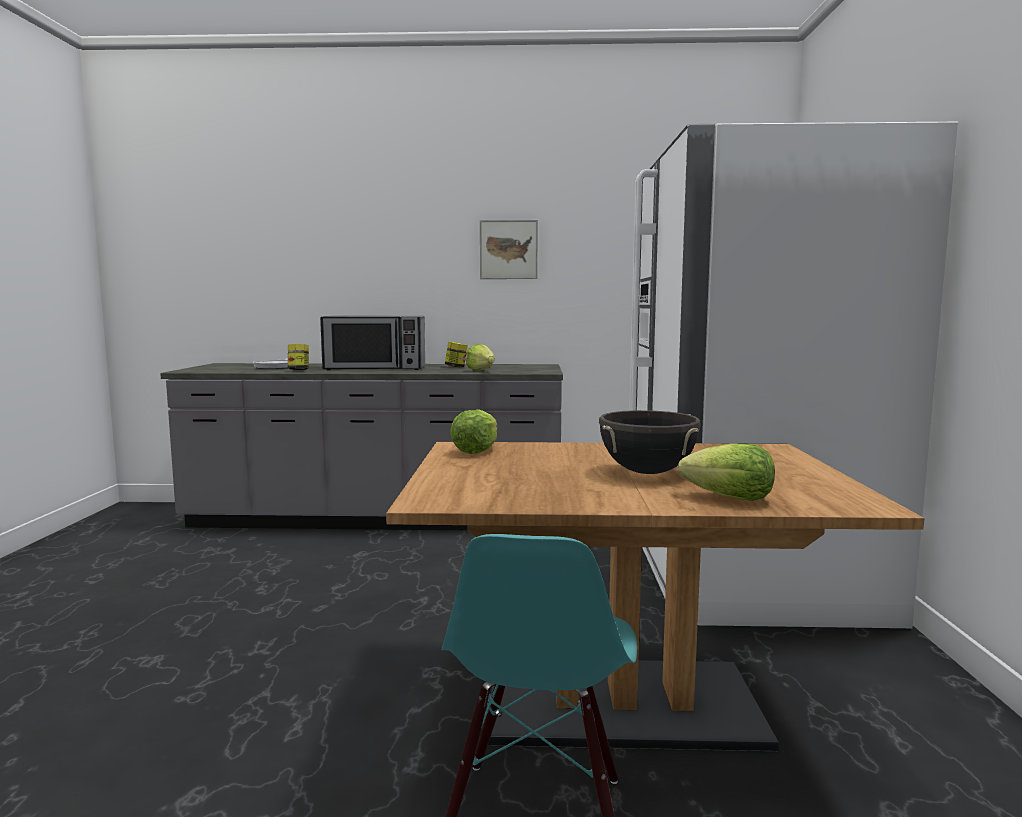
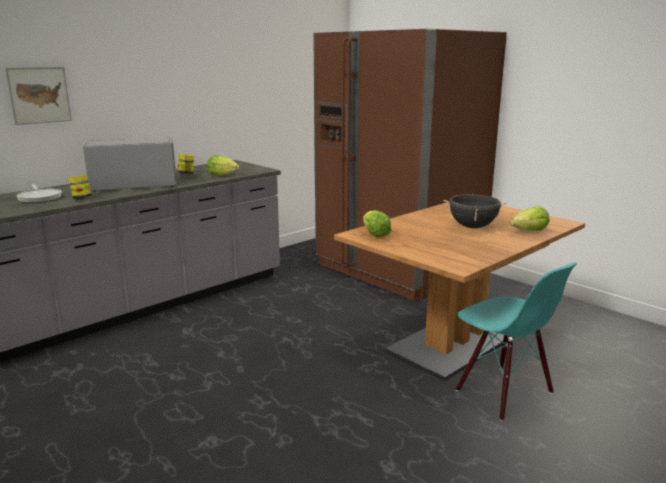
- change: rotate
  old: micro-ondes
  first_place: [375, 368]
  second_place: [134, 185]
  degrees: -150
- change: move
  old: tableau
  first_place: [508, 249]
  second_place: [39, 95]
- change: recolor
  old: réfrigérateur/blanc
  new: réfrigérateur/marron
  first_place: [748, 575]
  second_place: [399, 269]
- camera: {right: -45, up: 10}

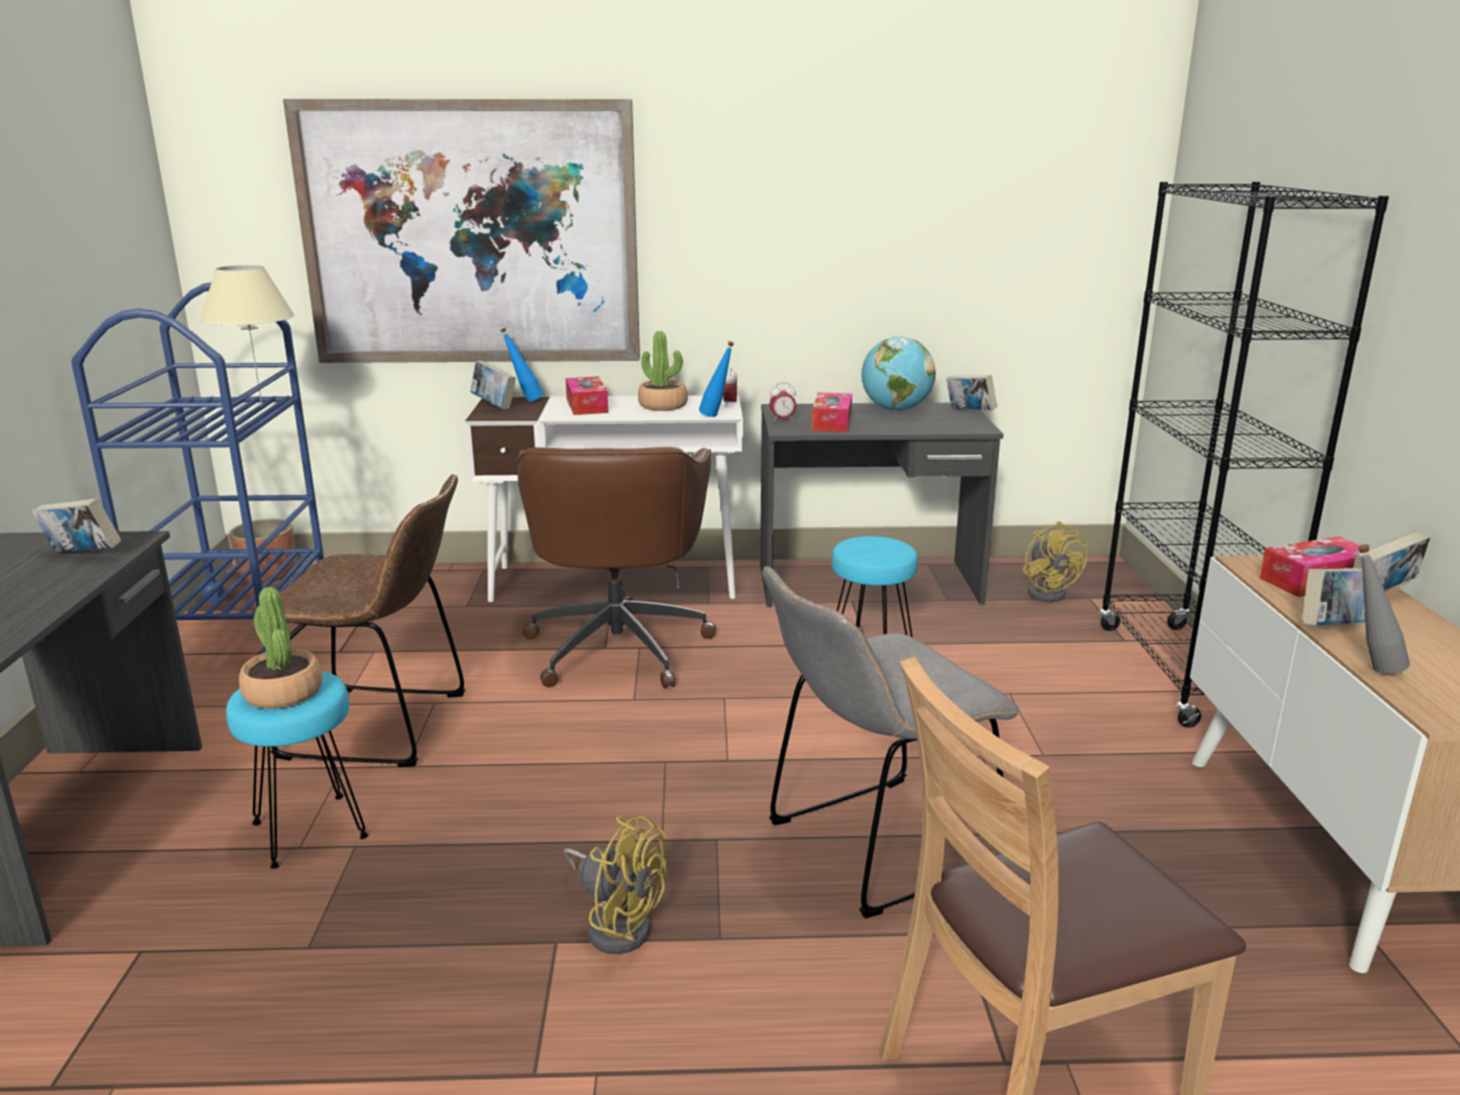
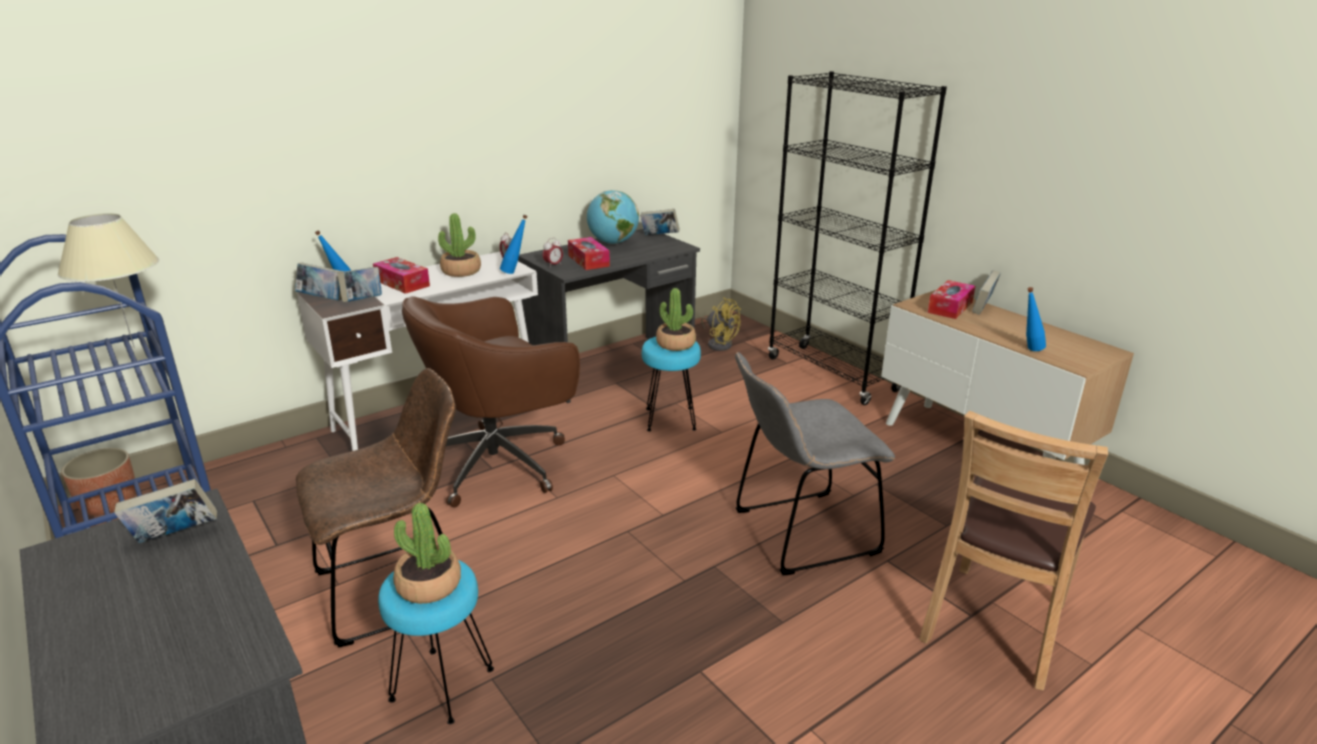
- change: delete
  old: tableau
  first_place: [472, 234]
- change: rotate
  old: chaise de bureau/marron
  first_place: [618, 645]
  second_place: [500, 463]
  degrees: 90
- change: delete
  old: ventilateur/jaune
  first_place: [617, 923]
- change: rotate
  old: chaise/gris
  first_place: [873, 848]
  second_place: [798, 534]
  degrees: 45
- change: move
  old: livre
  first_place: [1331, 627]
  second_place: [363, 301]
- change: recolor
  old: bouteille/gris
  new: bouteille/bleu
  first_place: [1368, 669]
  second_place: [1028, 350]
- change: insert
  new: plante en pot
  second_place: [676, 344]
- camera: {right: -35, up: 5}

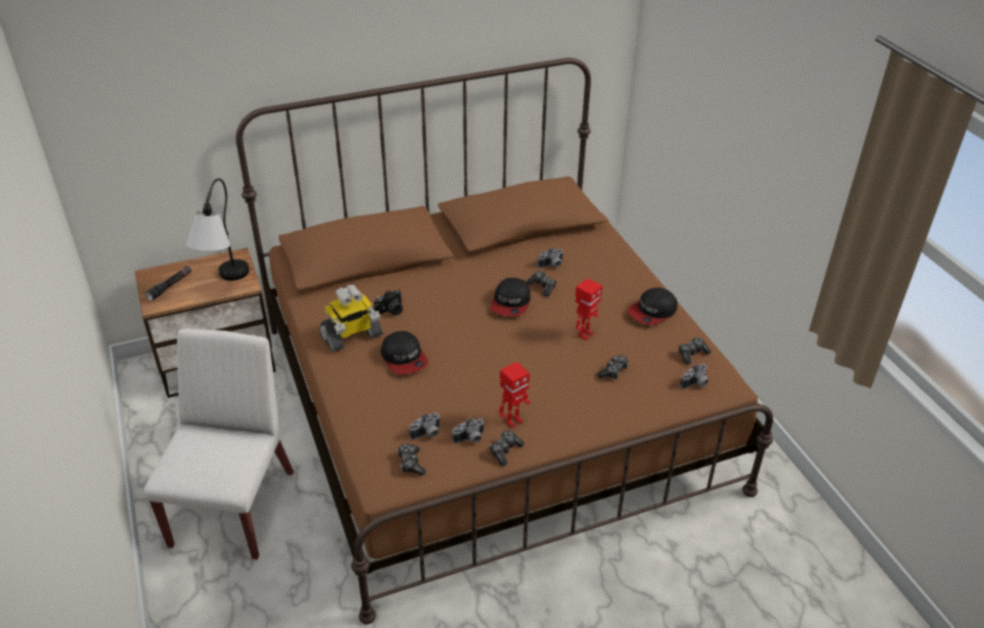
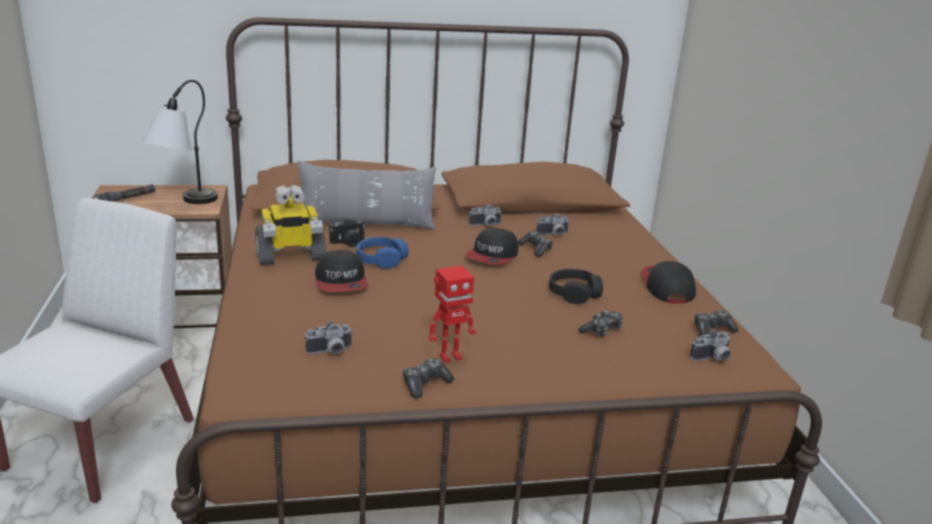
- change: delete
  old: manette
  first_place: [411, 463]
- change: move
  old: appareil photo
  first_place: [470, 439]
  second_place: [486, 225]
- change: replace
  old: robot jouet
  new: casque audio/noir
  first_place: [585, 334]
  second_place: [574, 293]
- change: rotate
  old: casquette
  first_place: [652, 312]
  second_place: [667, 287]
  degrees: 120
- change: insert
  new: coussin/gris
  second_place: [366, 224]
- change: insert
  new: casque audio/bleu
  second_place: [381, 259]
- camera: {right: 10, up: -15}

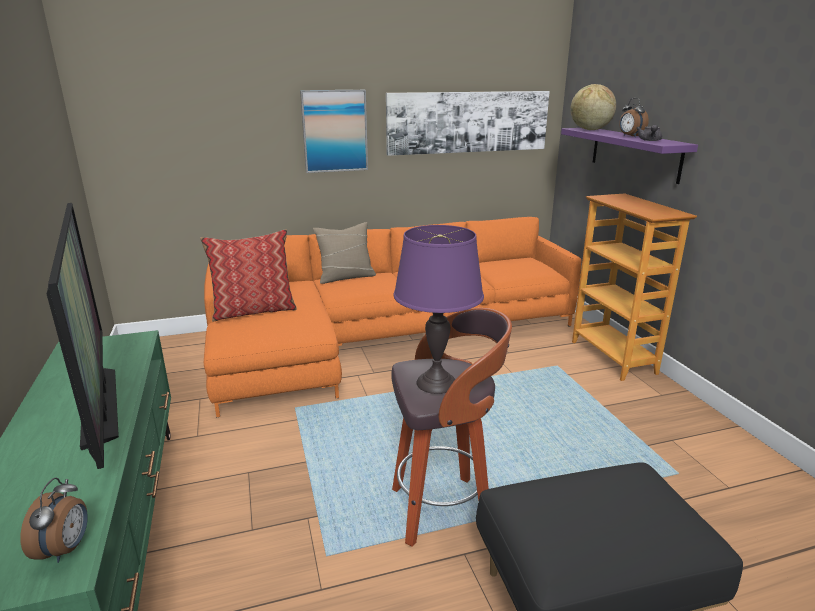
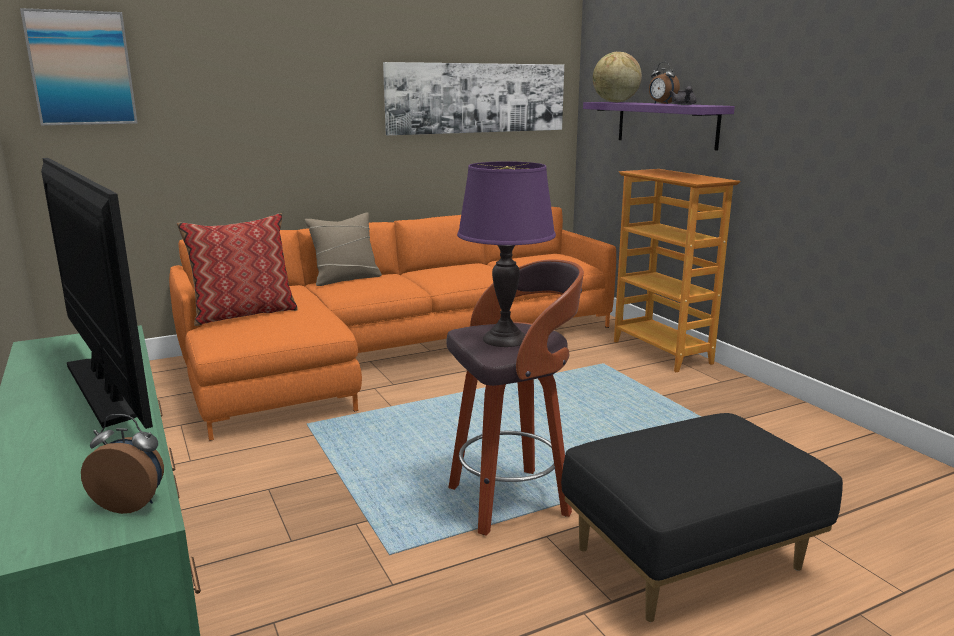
- change: rotate
  old: réveil
  first_place: [66, 549]
  second_place: [132, 503]
  degrees: -75
- change: move
  old: tableau
  first_place: [334, 131]
  second_place: [81, 68]
- camera: {right: -10, up: -5}

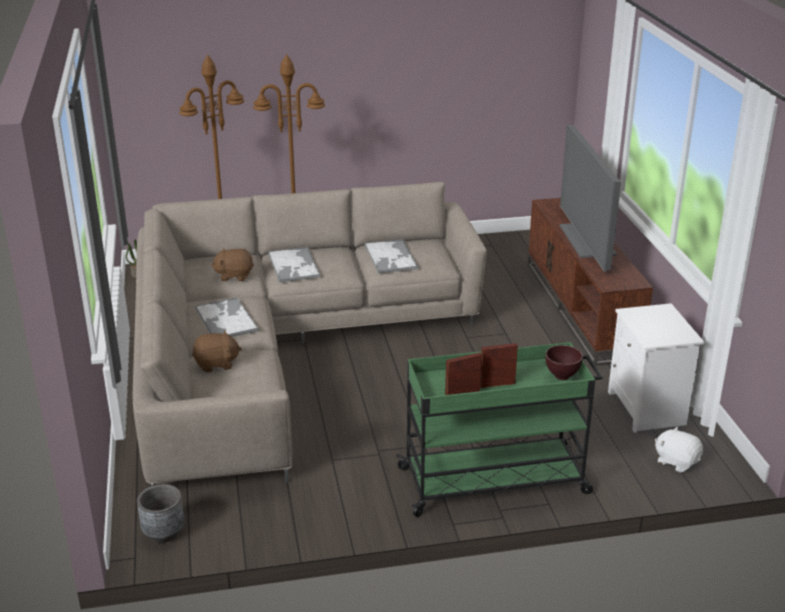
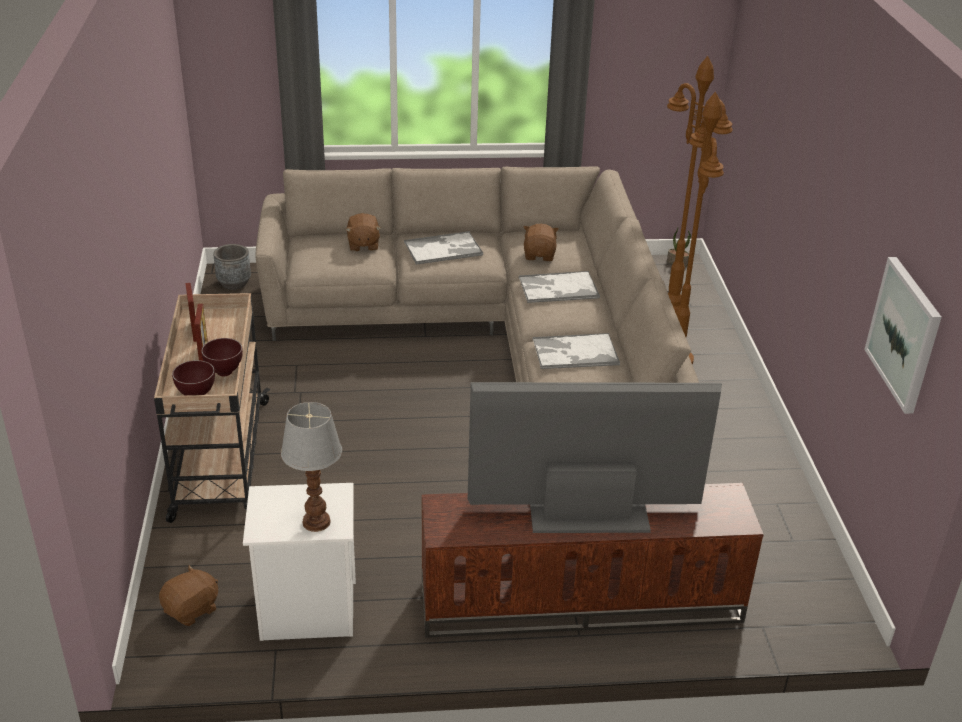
- change: recolor
  old: chariot/vert
  new: chariot/beige
  first_place: [495, 481]
  second_place: [220, 460]
- change: recolor
  old: peluche/blanc
  new: peluche/marron
  first_place: [676, 461]
  second_place: [192, 610]
- change: insert
  new: bol/marron
  second_place: [225, 373]
- change: insert
  new: lampe de table
  second_place: [315, 521]
- change: insert
  new: tableau
  second_place: [904, 334]
- camera: {right: 95, up: 5}

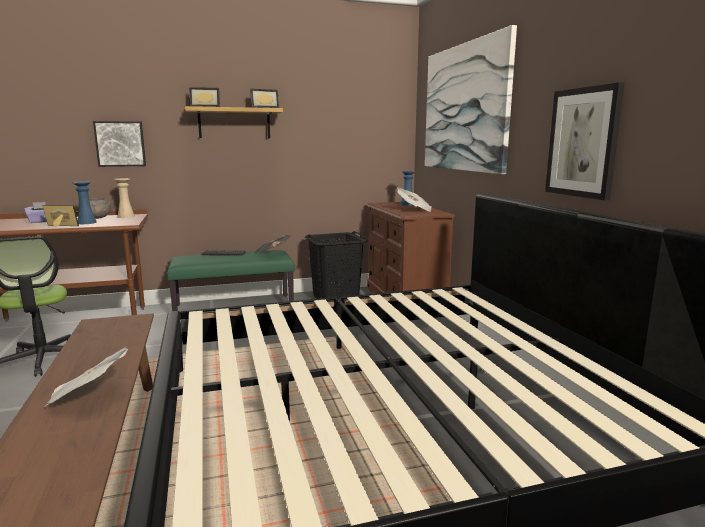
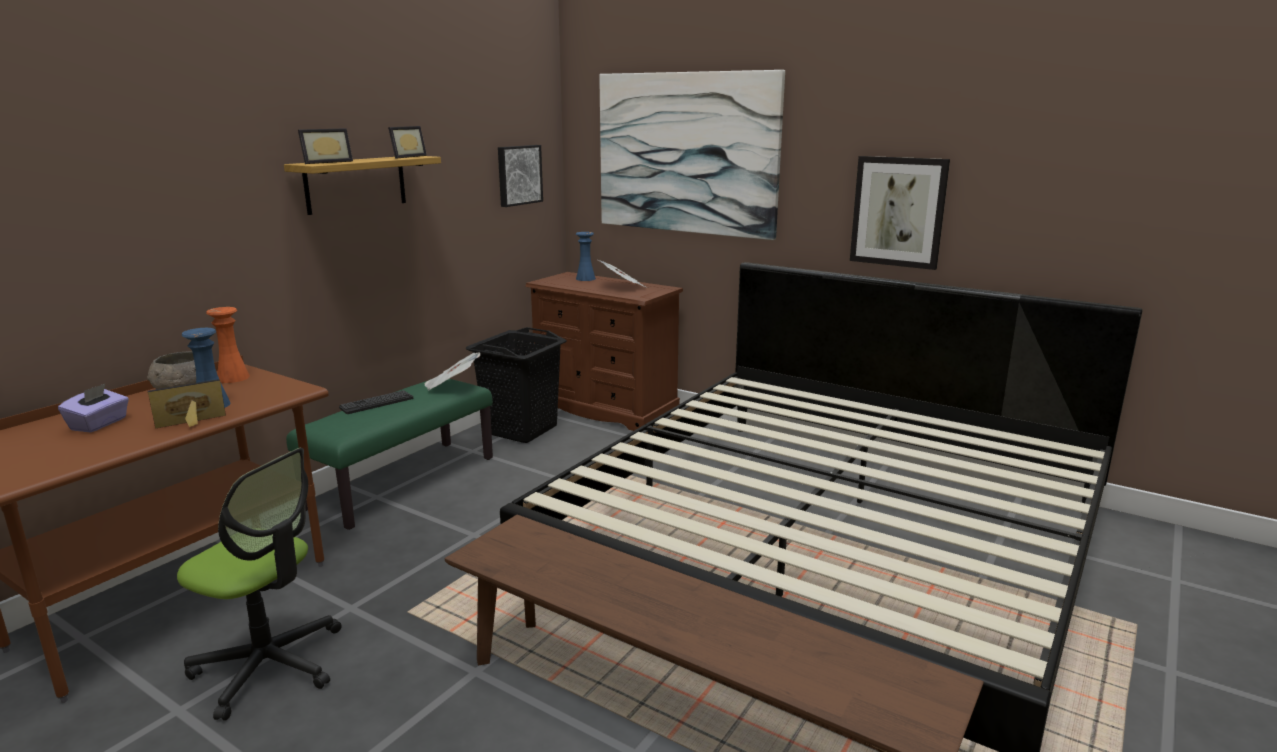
- change: delete
  old: journal
  first_place: [88, 395]
- change: move
  old: tableau
  first_place: [120, 144]
  second_place: [518, 175]
- change: recolor
  old: vase/beige
  new: vase/orange
  first_place: [126, 216]
  second_place: [233, 378]
- camera: {right: -40, up: 5}

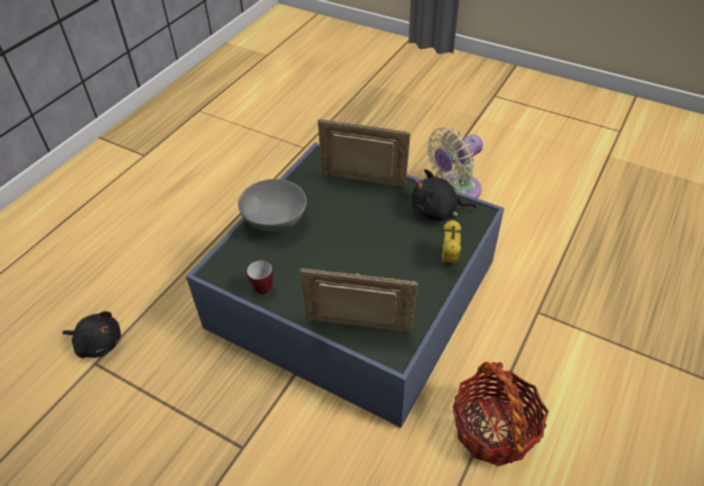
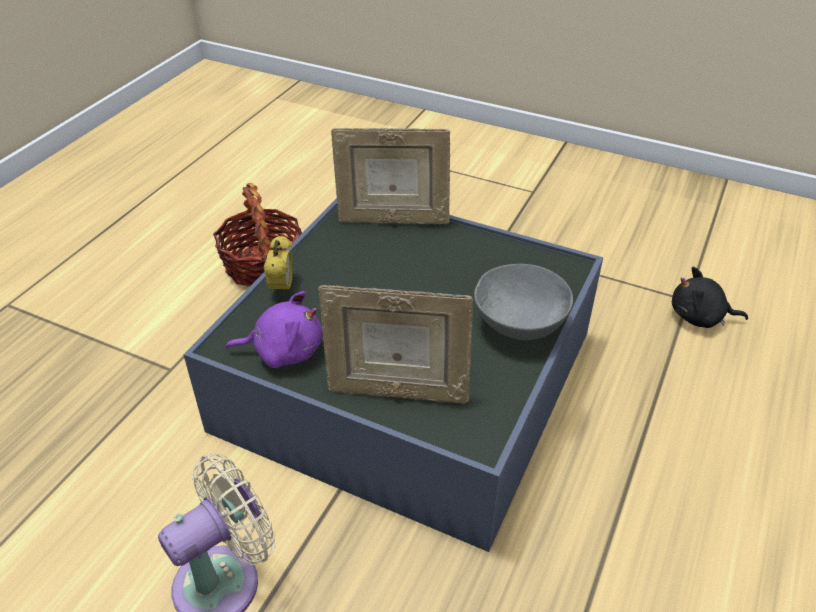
- change: delete
  old: mug
  first_place: [260, 287]
- change: recolor
  old: peluche/noir
  new: peluche/violet
  first_place: [437, 211]
  second_place: [284, 350]
- camera: {right: 175, up: -5}

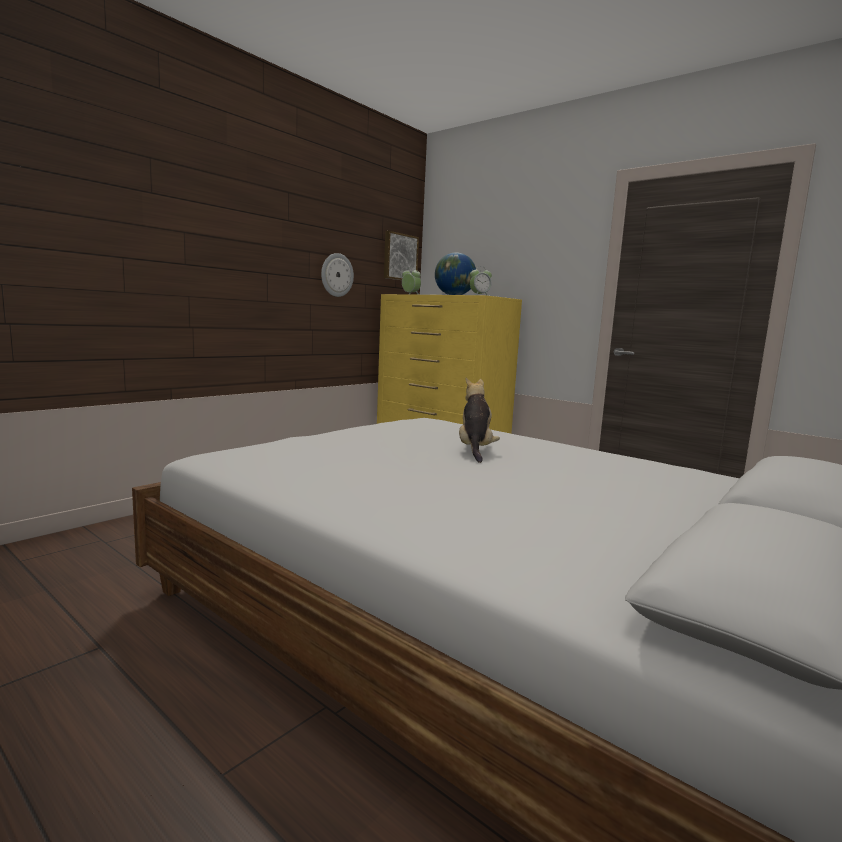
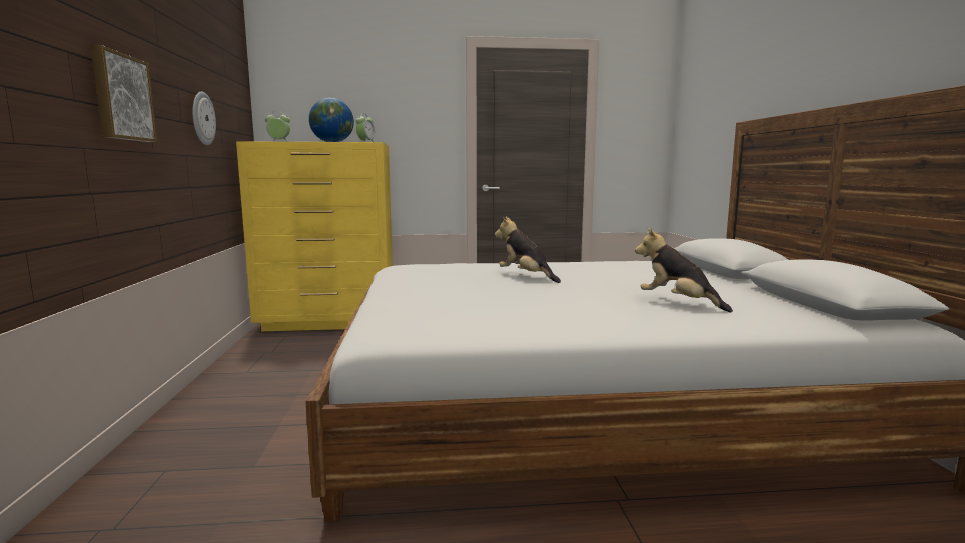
- change: move
  old: tableau
  first_place: [399, 257]
  second_place: [121, 97]
- change: insert
  new: peluche
  second_place: [678, 303]
- camera: {right: -45, up: 0}

